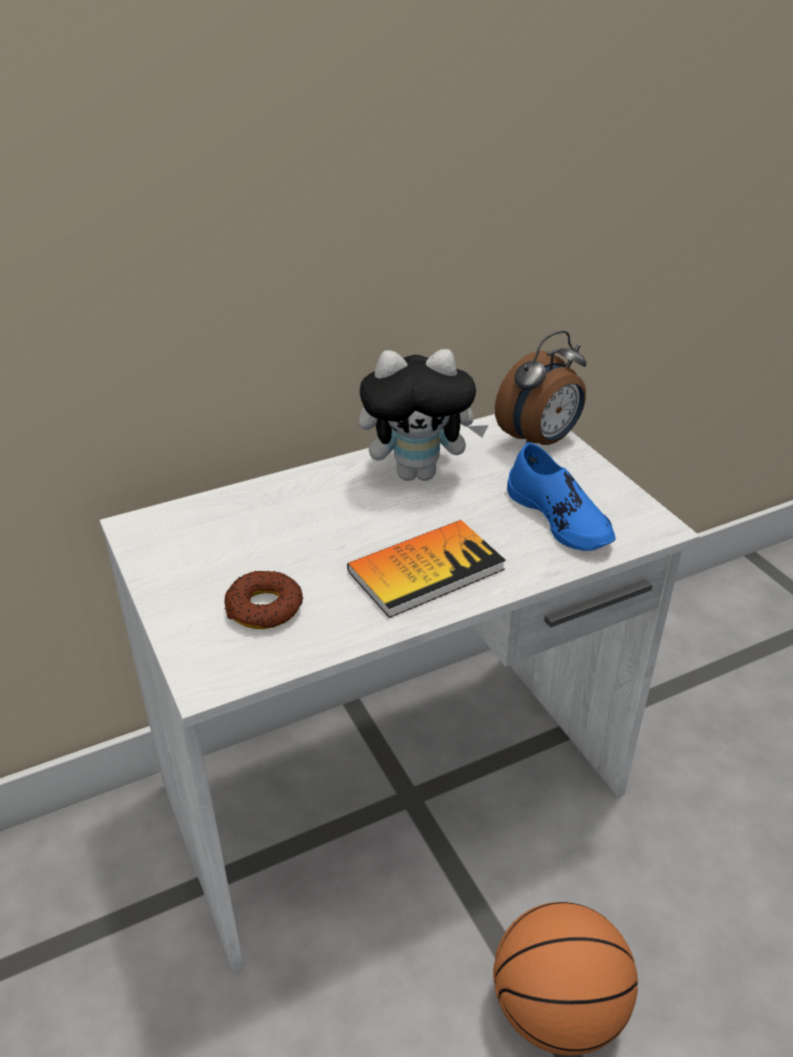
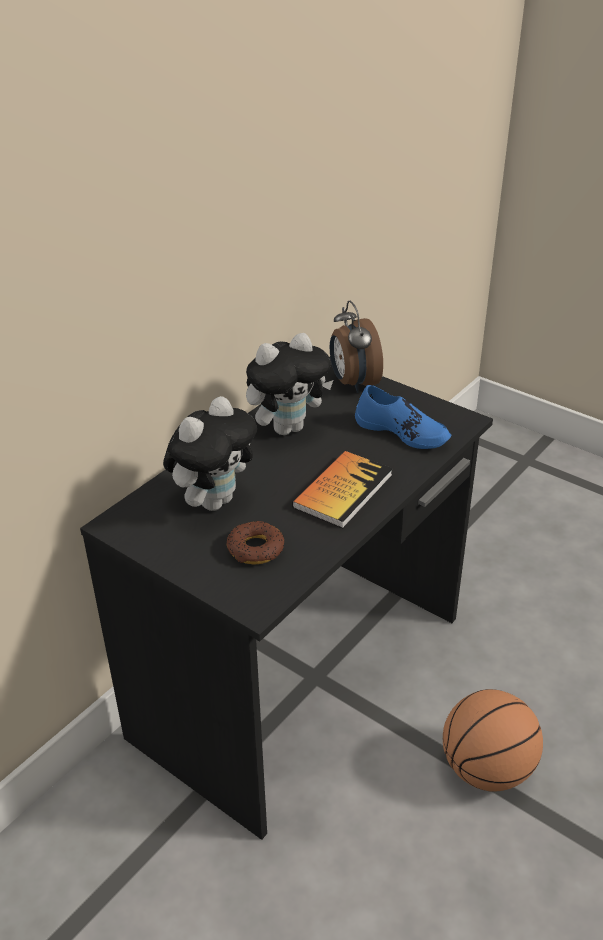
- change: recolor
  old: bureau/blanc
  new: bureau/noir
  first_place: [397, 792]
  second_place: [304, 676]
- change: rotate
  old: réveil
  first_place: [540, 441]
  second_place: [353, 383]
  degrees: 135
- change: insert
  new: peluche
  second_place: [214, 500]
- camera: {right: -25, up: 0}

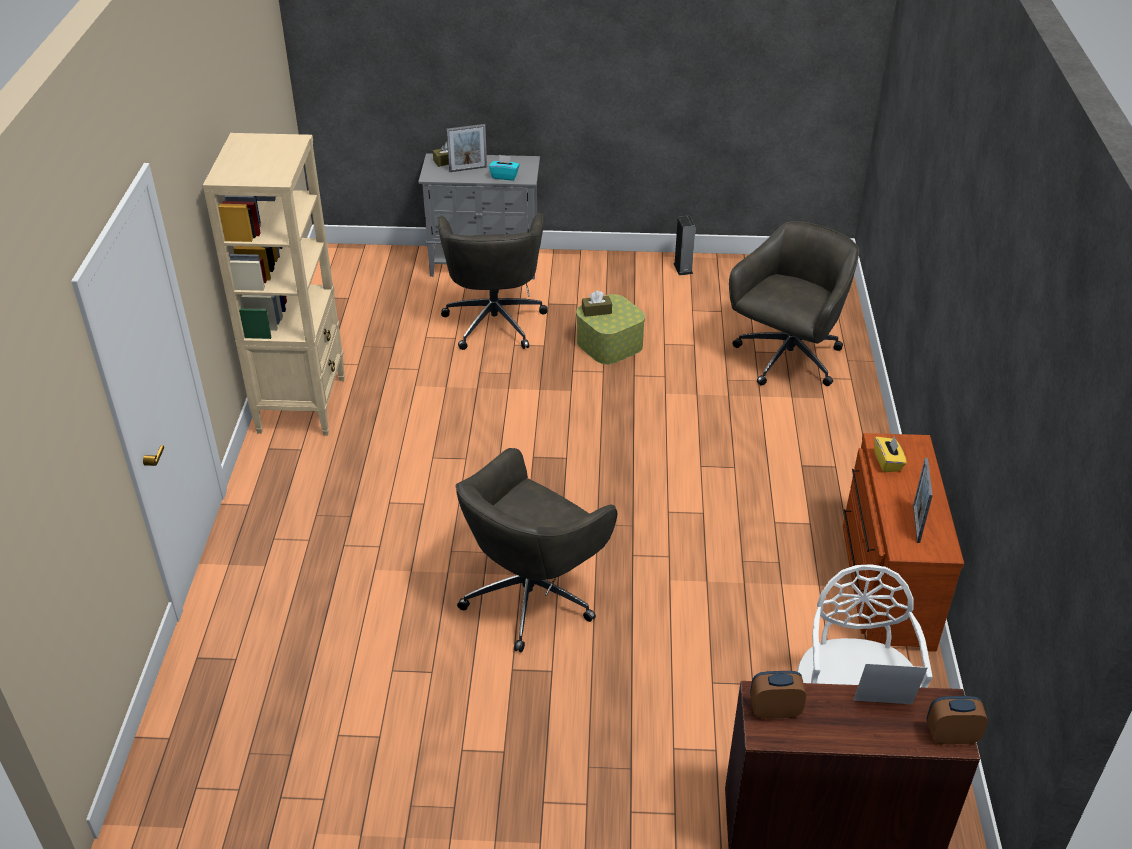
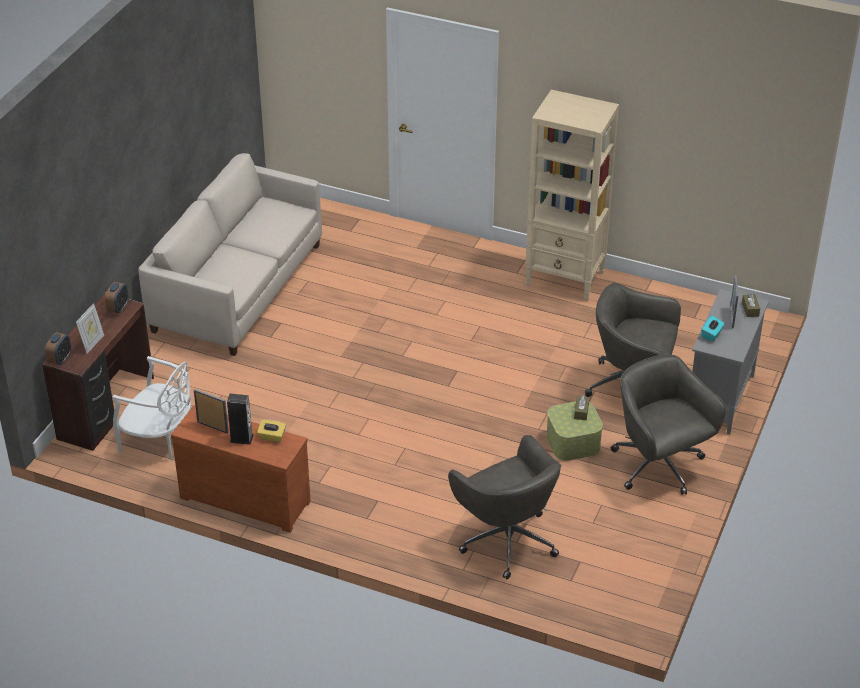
- change: move
  old: chaise de bureau/gris
  first_place: [532, 595]
  second_place: [659, 467]
- change: move
  old: enceinte
  first_place: [683, 268]
  second_place: [241, 438]
- change: insert
  new: canapé/beige
  second_place: [238, 287]
- camera: {right: 110, up: 0}

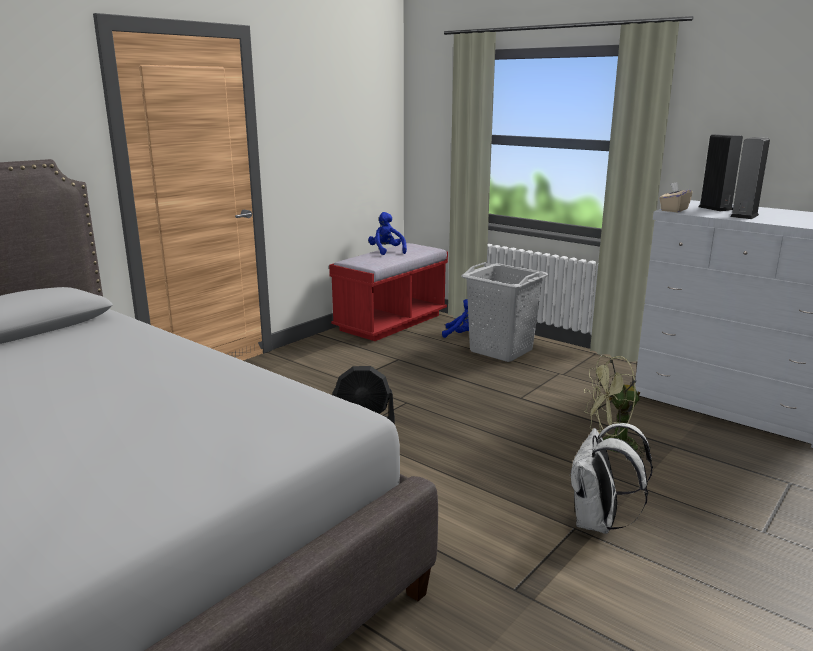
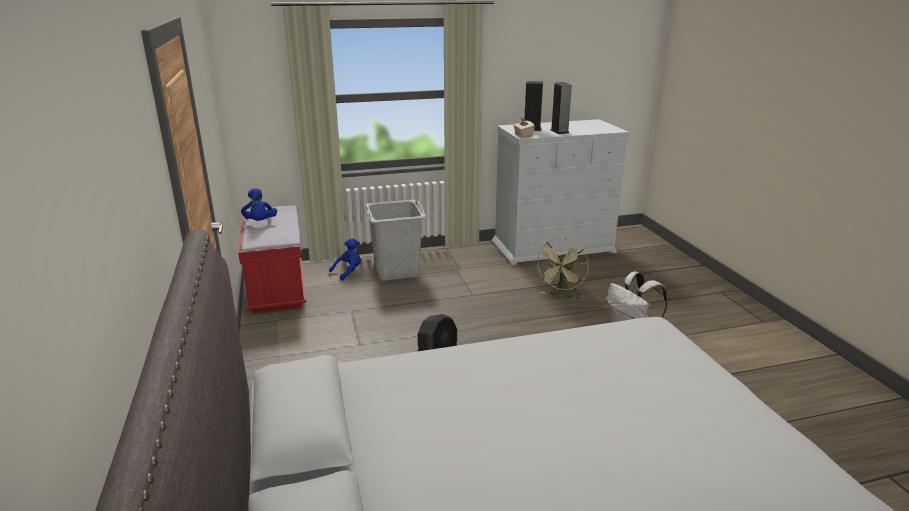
- change: rotate
  old: peluche/bleu
  first_place: [386, 251]
  second_place: [260, 222]
  degrees: -120
- camera: {right: -55, up: 5}

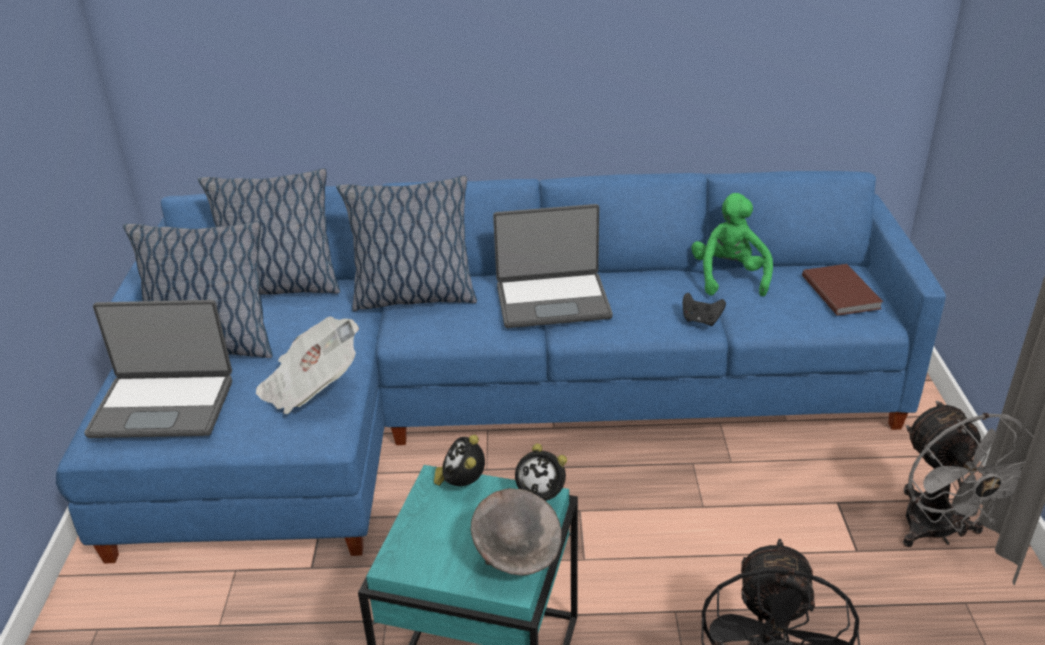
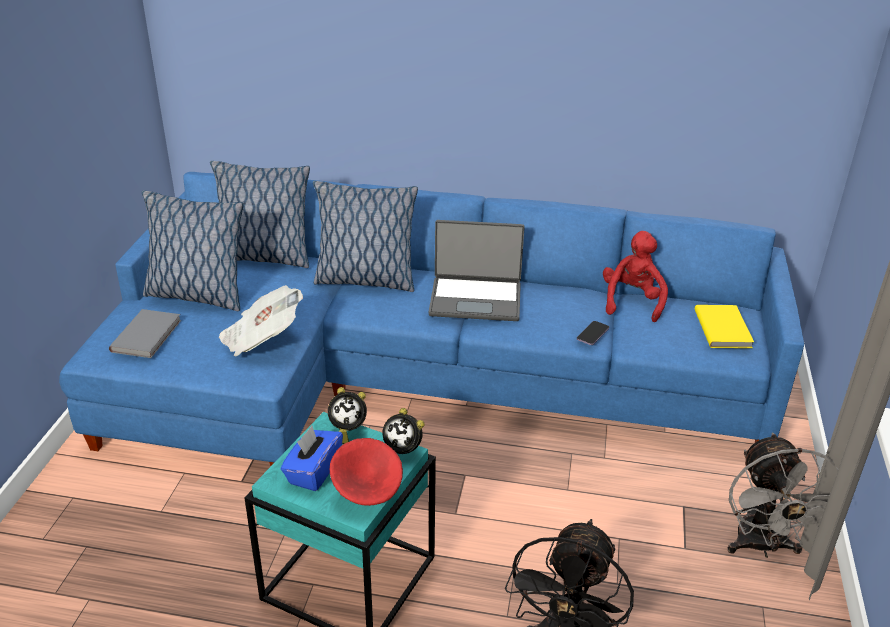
- change: replace
  old: ordinateur portable
  new: livre/gris
  first_place: [164, 406]
  second_place: [148, 335]
- change: rotate
  old: réveil
  first_place: [462, 484]
  second_place: [346, 431]
  degrees: -105
- change: recolor
  old: bol/gris
  new: bol/rouge
  first_place: [518, 561]
  second_place: [368, 495]
- change: replace
  old: manette/noir
  new: téléphone
  first_place: [701, 320]
  second_place: [592, 334]
- change: recolor
  old: peluche/vert
  new: peluche/rouge
  first_place: [729, 277]
  second_place: [632, 301]
- change: recolor
  old: livre/marron
  new: livre/jaune
  first_place: [842, 291]
  second_place: [724, 328]
- change: insert
  new: boîte à mouchoirs/bleu
  second_place: [313, 472]
- camera: {right: 10, up: 0}

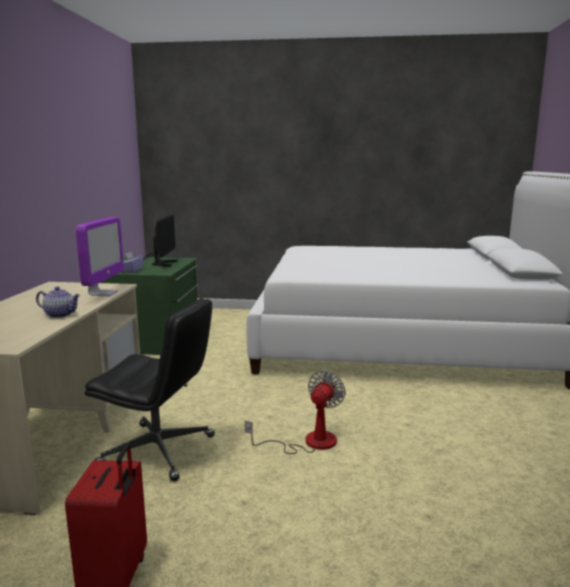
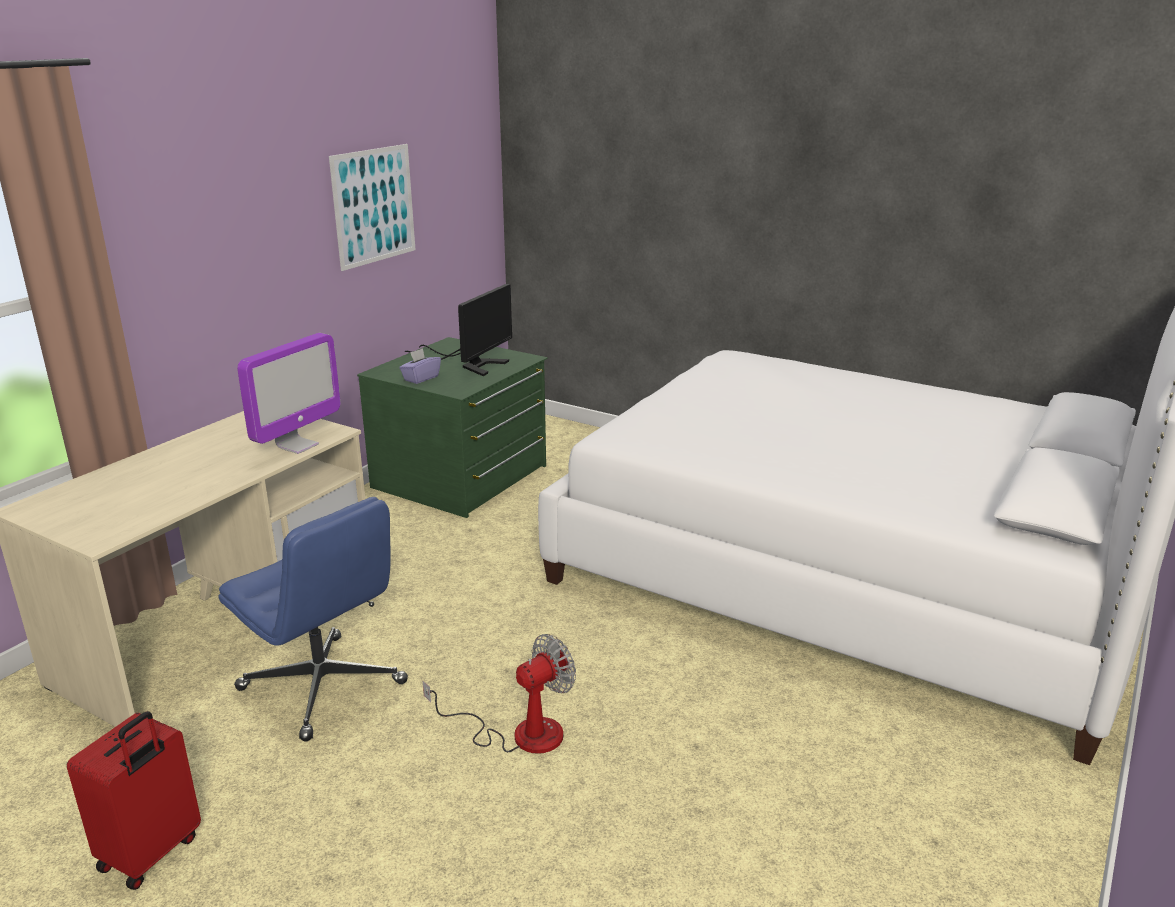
- change: delete
  old: théière
  first_place: [60, 314]
- change: recolor
  old: chaise de bureau/noir
  new: chaise de bureau/bleu
  first_place: [159, 451]
  second_place: [324, 687]
- change: insert
  new: tableau
  second_place: [374, 206]
- camera: {right: 25, up: 10}

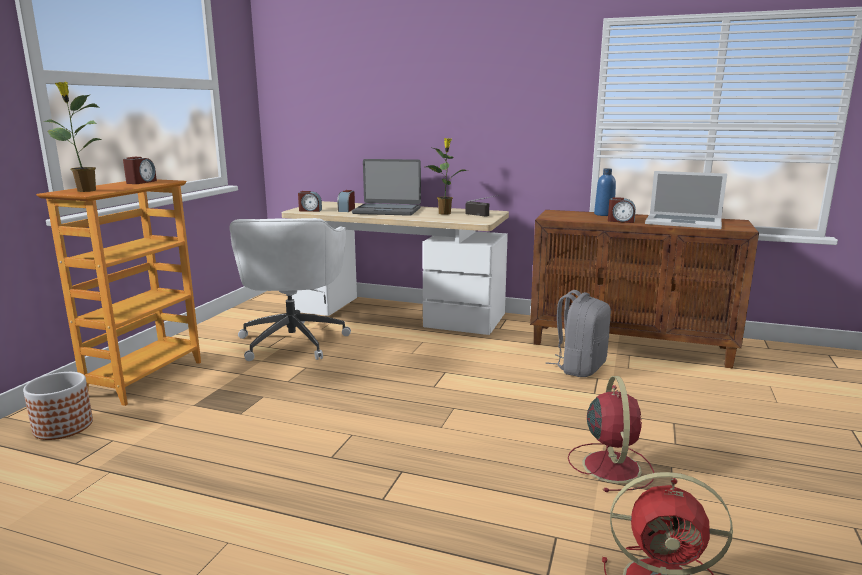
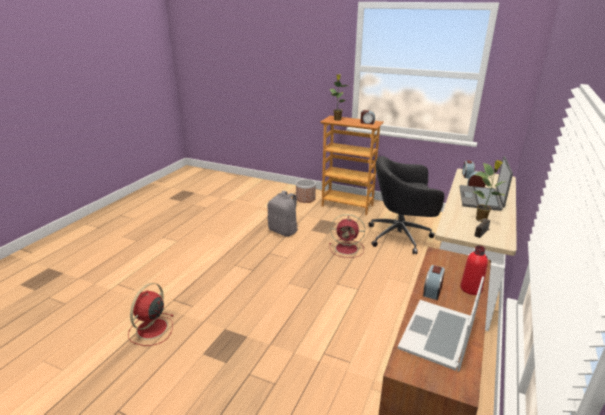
- change: recolor
  old: chaise de bureau/blanc
  new: chaise de bureau/noir
  first_place: [293, 340]
  second_place: [401, 236]
- change: move
  old: sac à dos/gris
  first_place: [579, 368]
  second_place: [283, 231]
- change: move
  old: ventilateur/rouge
  first_place: [610, 465]
  second_place: [347, 249]
- change: recolor
  old: bouteille/bleu
  new: bouteille/rouge
  first_place: [604, 214]
  second_place: [471, 289]
- camera: {right: 95, up: 10}

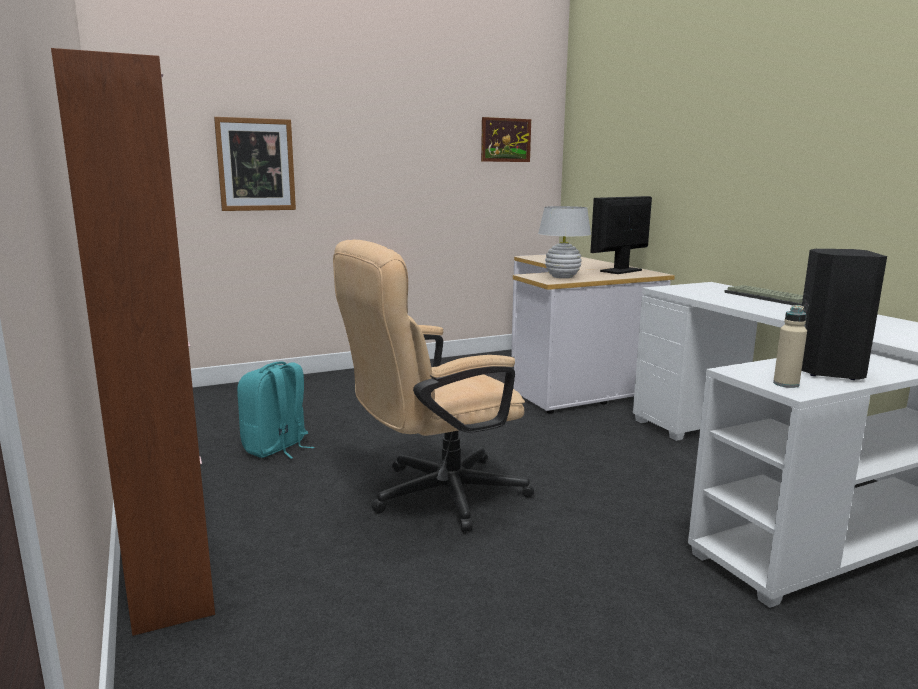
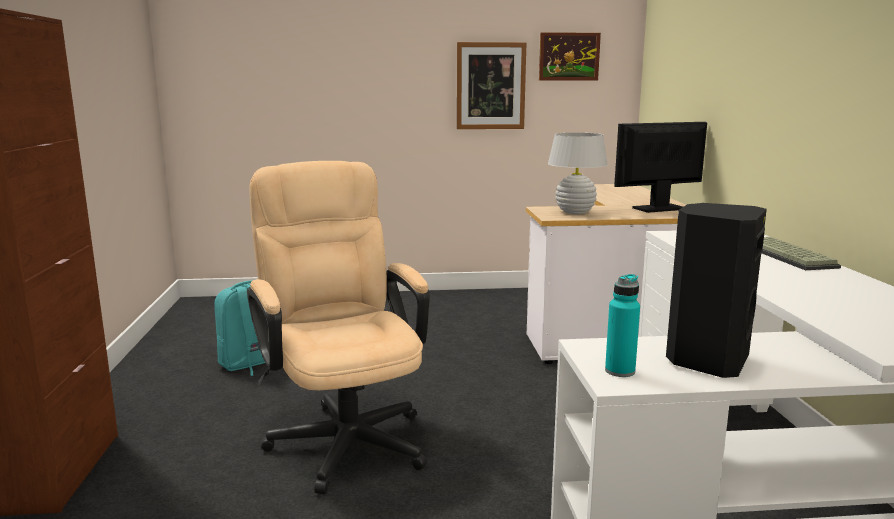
- change: move
  old: tableau
  first_place: [256, 165]
  second_place: [490, 86]
- change: rotate
  old: chaise de bureau/beige
  first_place: [434, 496]
  second_place: [344, 436]
  degrees: 75
- change: recolor
  old: bouteille/beige
  new: bouteille/turquoise
  first_place: [786, 384]
  second_place: [620, 371]
- camera: {right: 20, up: 0}

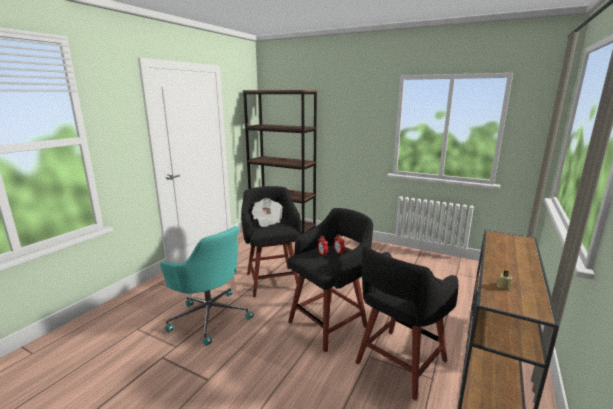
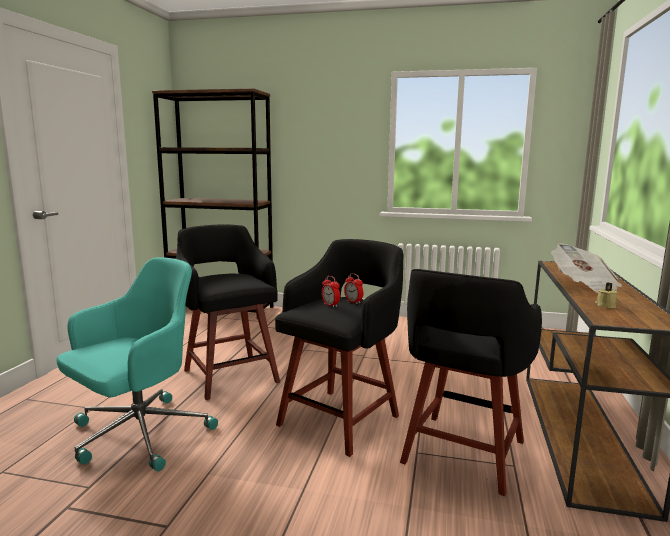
- change: rotate
  old: chaise de bureau/turquoise
  first_place: [209, 316]
  second_place: [138, 435]
  degrees: -75
- change: move
  old: journal
  first_place: [267, 221]
  second_place: [584, 286]
- camera: {right: -15, up: -5}

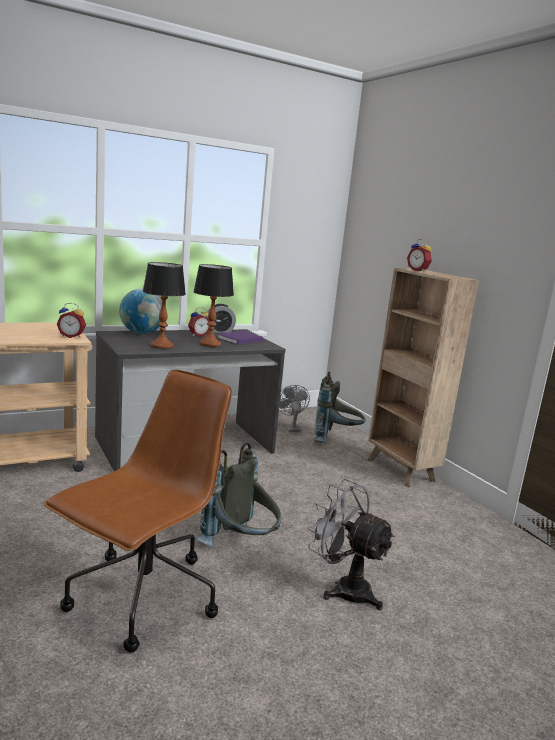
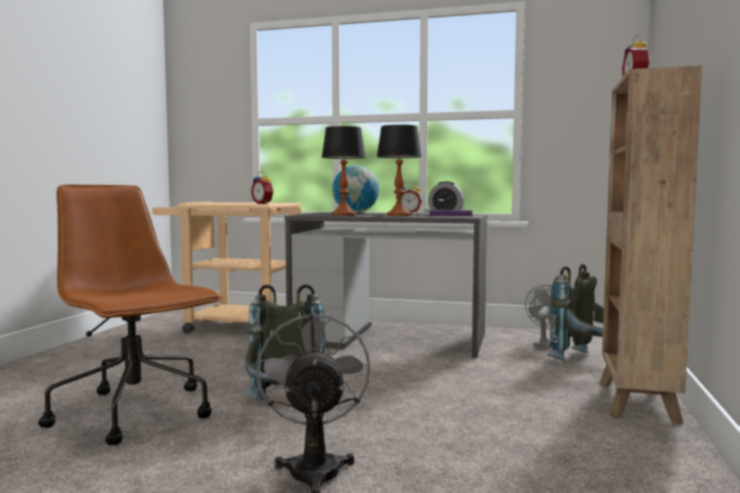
- change: rotate
  old: chaise de bureau/marron
  first_place: [142, 598]
  second_place: [136, 413]
  degrees: -120
- camera: {right: 45, up: -10}

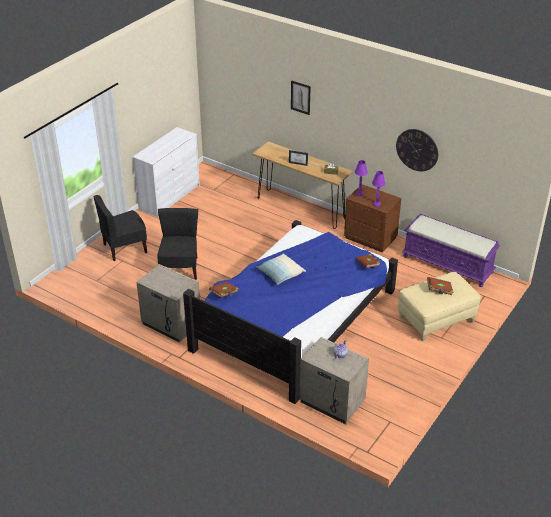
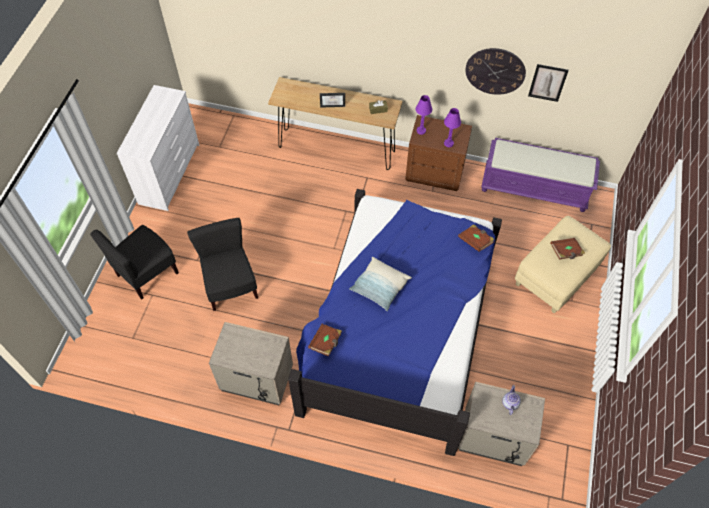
- change: move
  old: tableau
  first_place: [300, 97]
  second_place: [547, 82]
- camera: {right: -20, up: 20}

